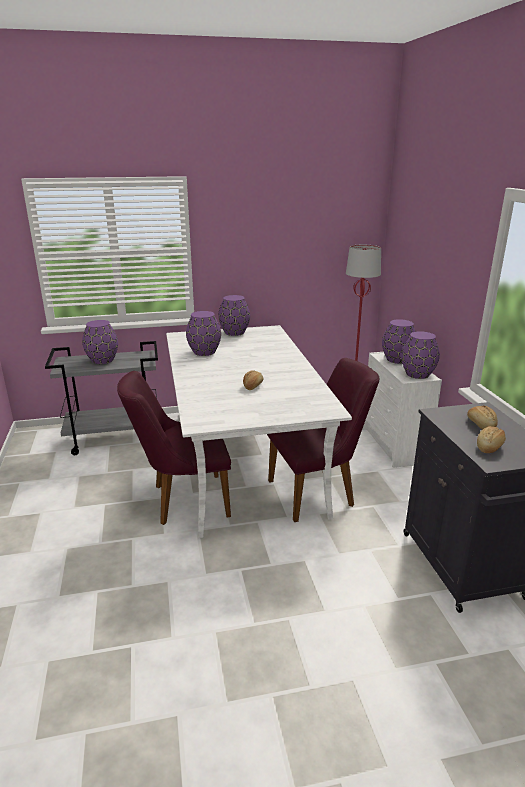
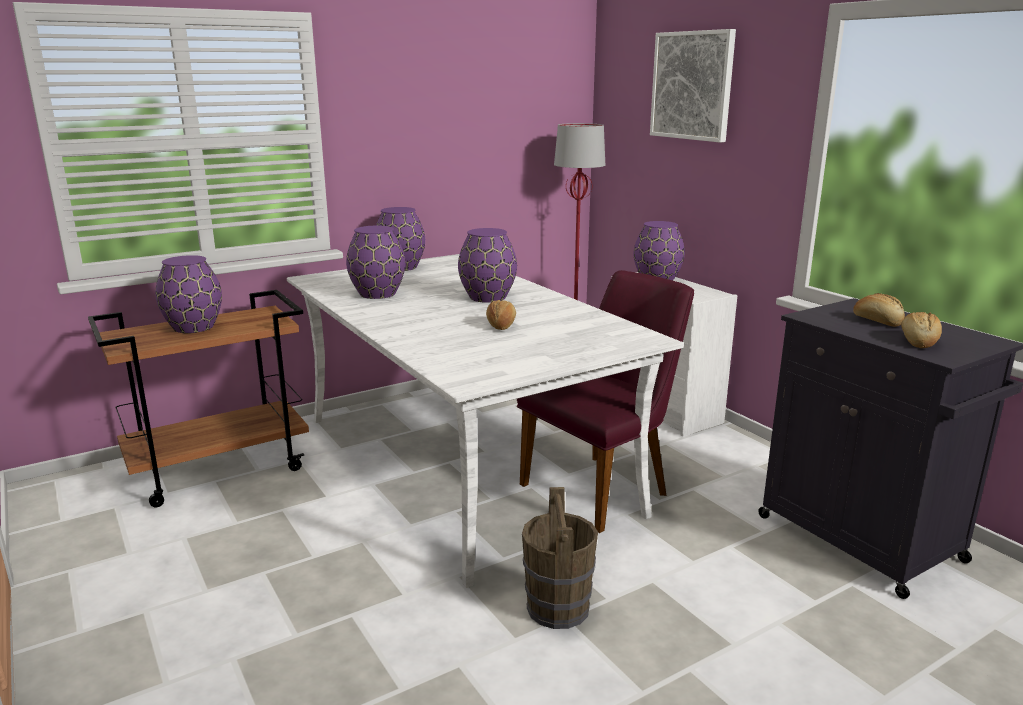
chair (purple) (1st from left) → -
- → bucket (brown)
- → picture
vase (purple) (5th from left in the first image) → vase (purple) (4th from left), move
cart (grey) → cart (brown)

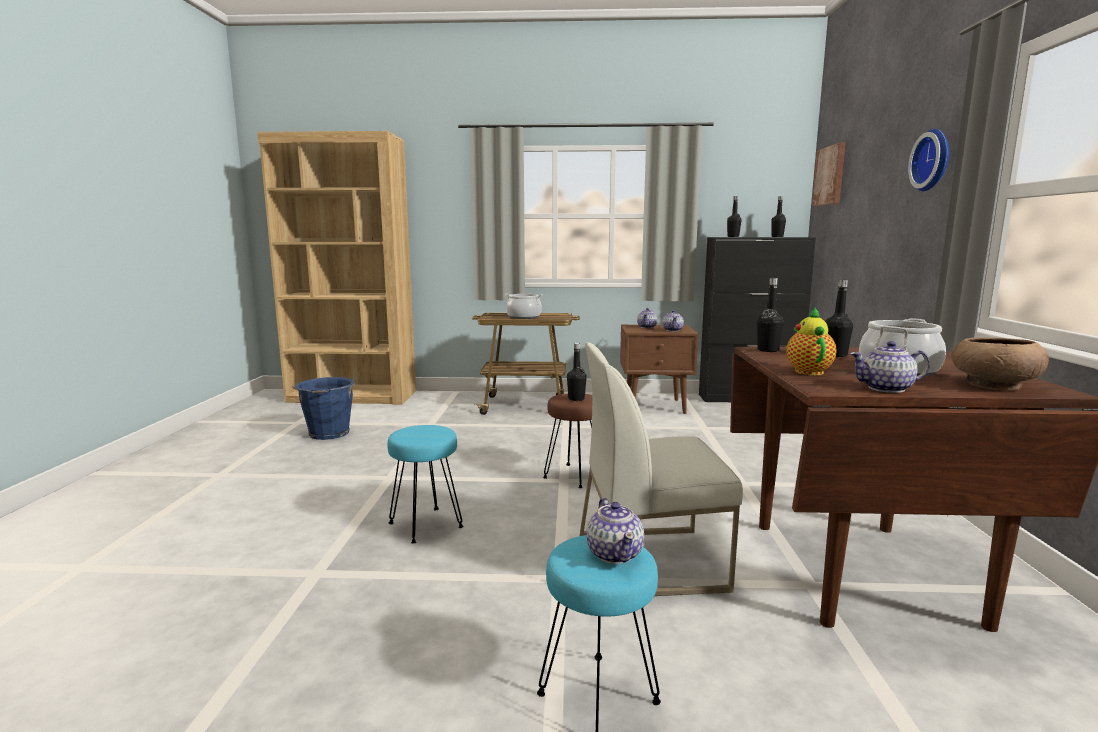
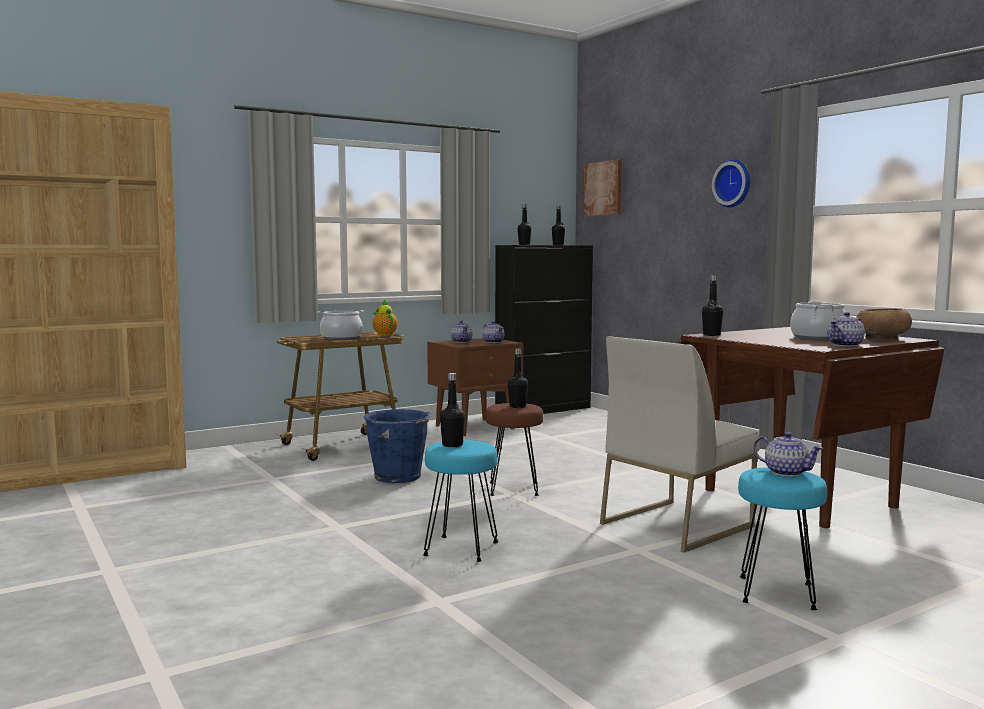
bucket (blue), move
teapot (4th from left in the first image) → teapot (1st from left), move
bottle (black) (5th from left in the first image) → bottle (black) (1st from left), move

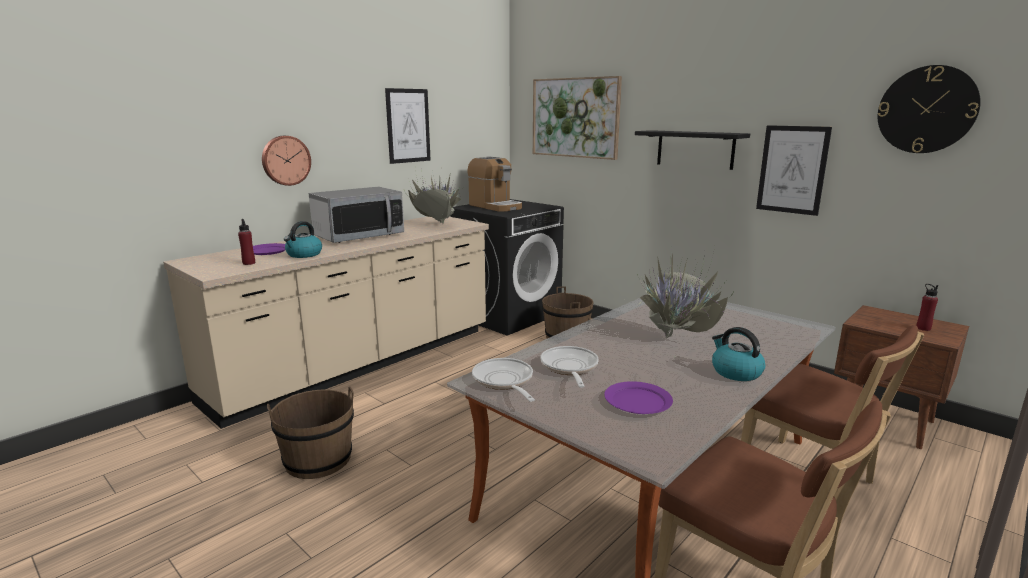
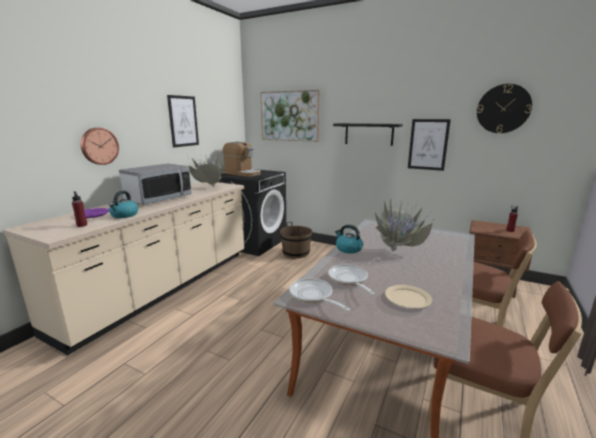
bucket (brown) (1st from left) → -
kettle (2nd from left), move
plate (purple) (2nd from left) → plate (beige)

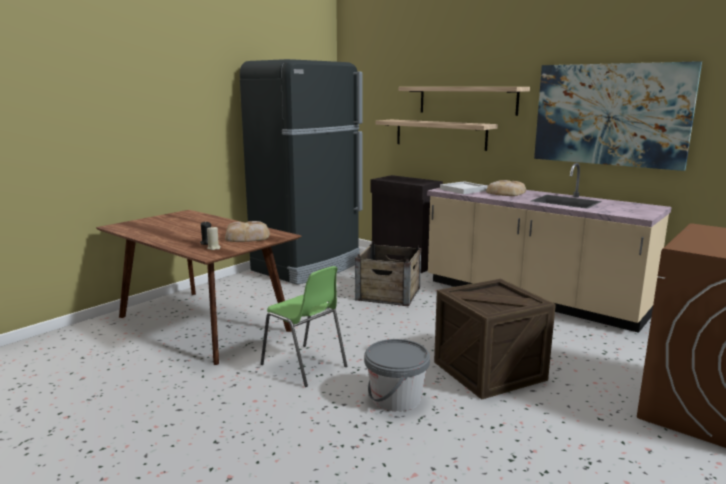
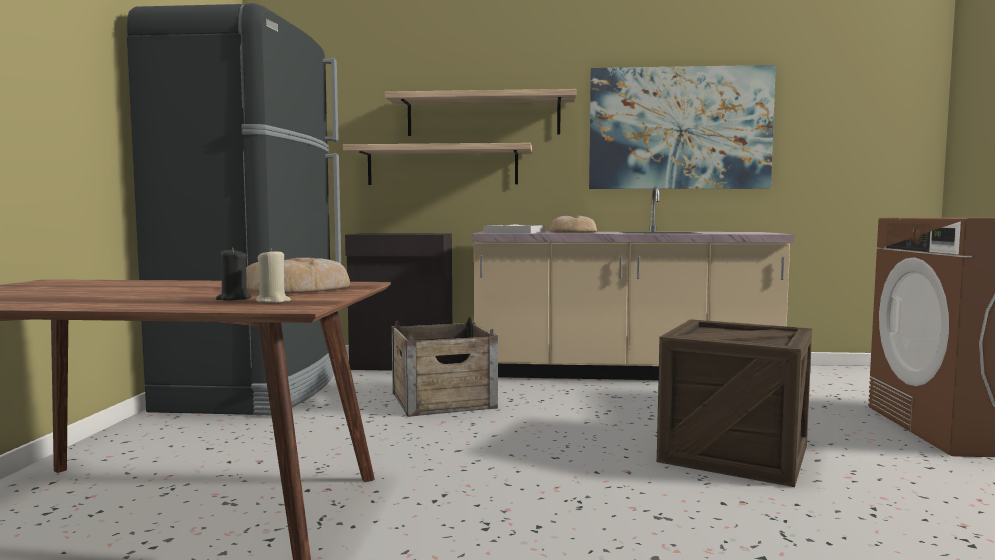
chair (green) → -
bucket (grey) → -

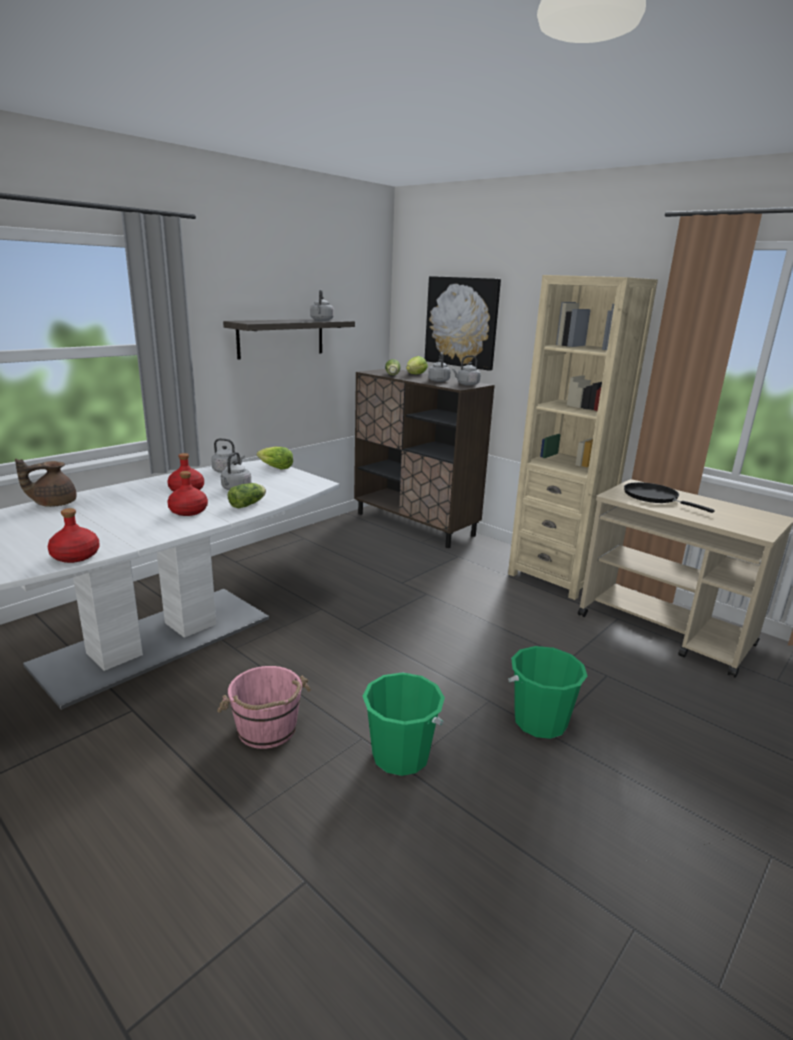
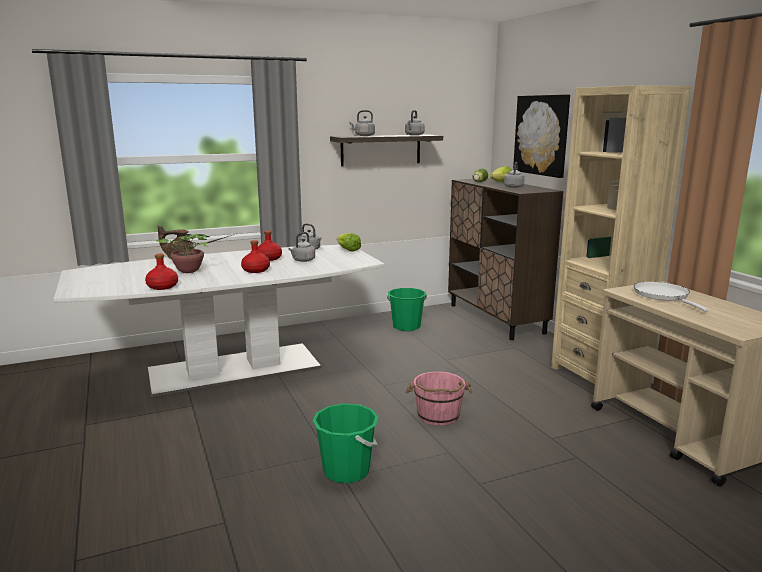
lettuce (1st from left) → -
- → potted plant
bucket (pink), move
kettle (grey) (5th from left in the first image) → kettle (grey) (3rd from left), move
bucket (green) (2nd from left), move
frying pan (black) → frying pan (white)

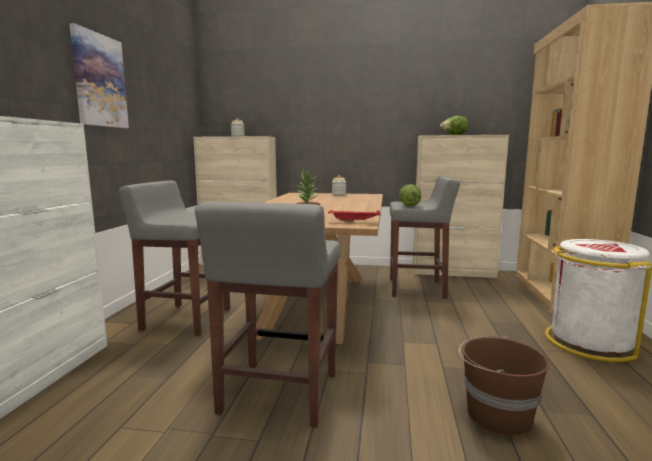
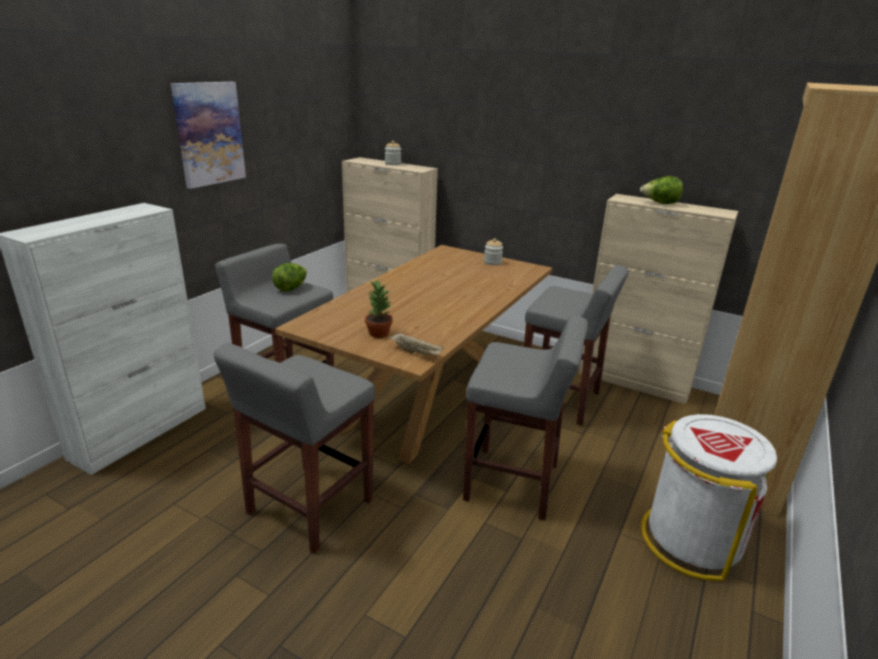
bucket (brown) → -
- → stool (grey) (3rd from left)
lettuce (1st from left), move
tray (red) → tray (beige)

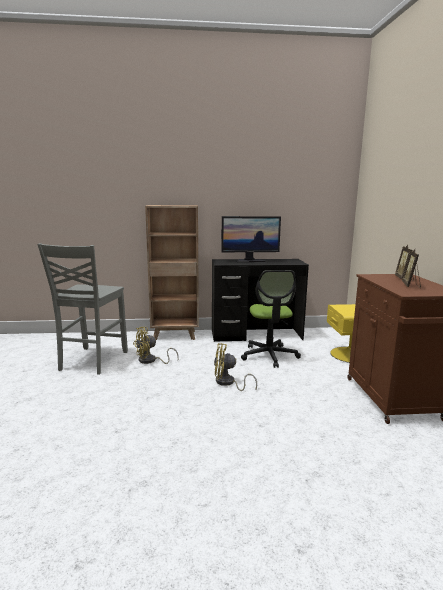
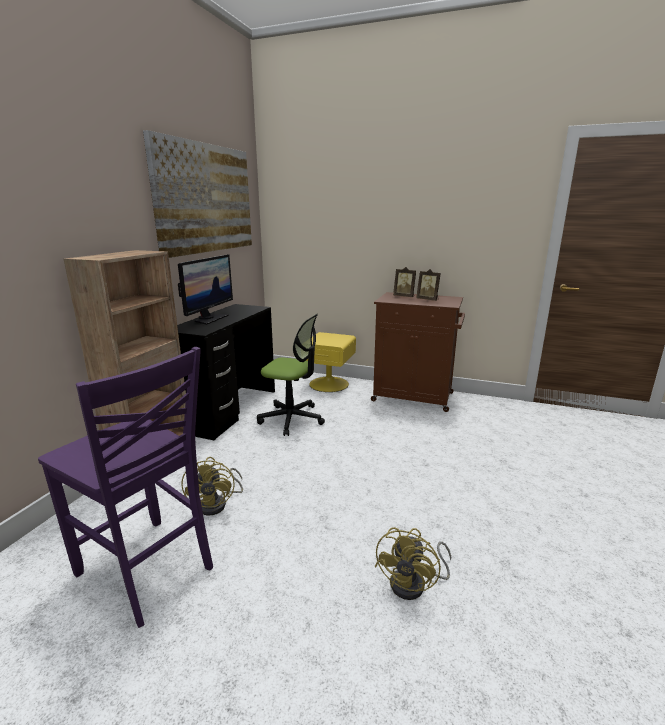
- → picture
fan (yellow) (2nd from left), move
chair (grey) → chair (purple)

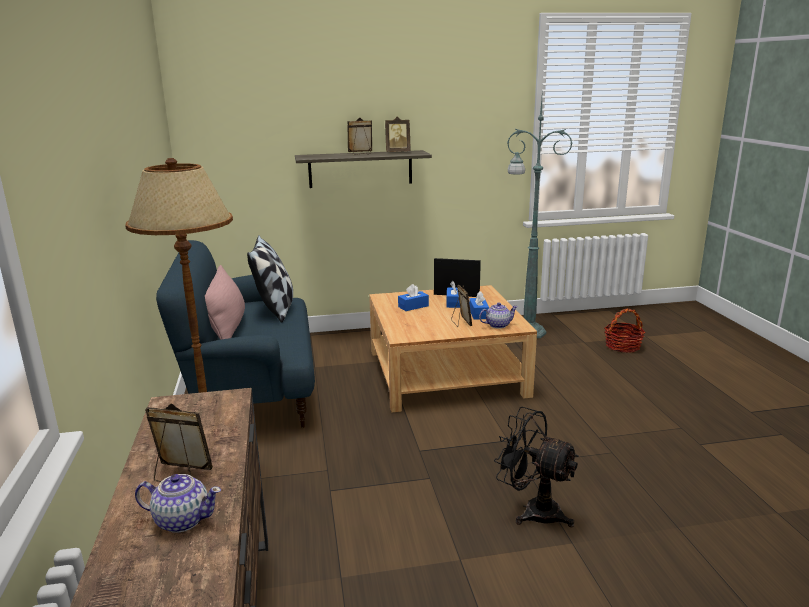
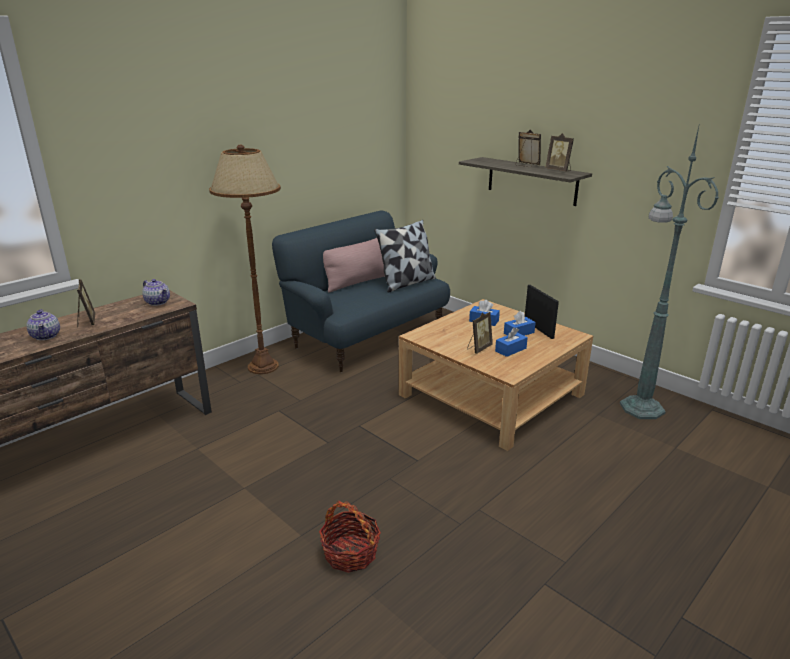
fan (black) → -
teapot (2nd from left), move
basket, move

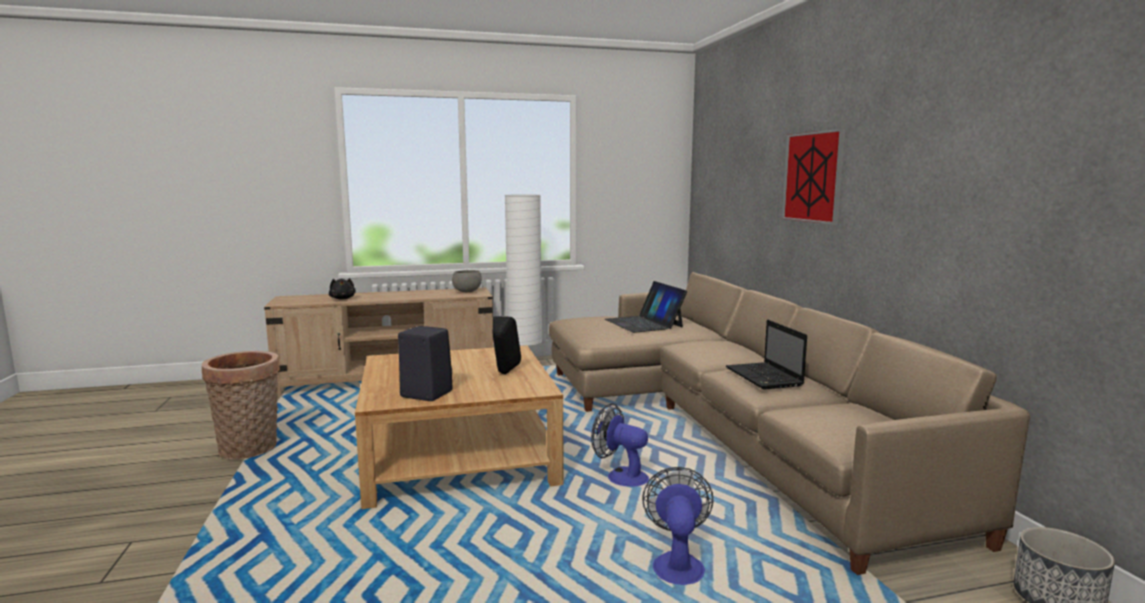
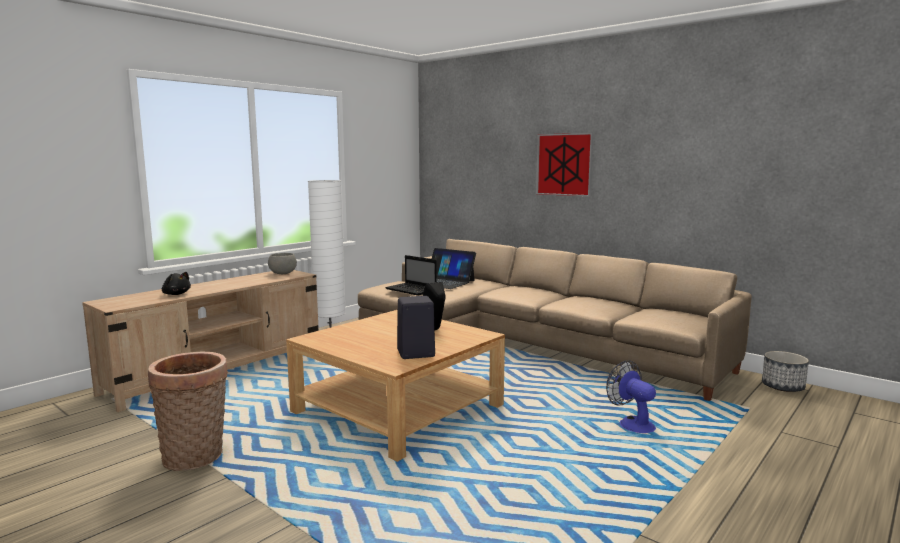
fan (1st from left) → -
laptop (2nd from left in the first image) → laptop (1st from left), move

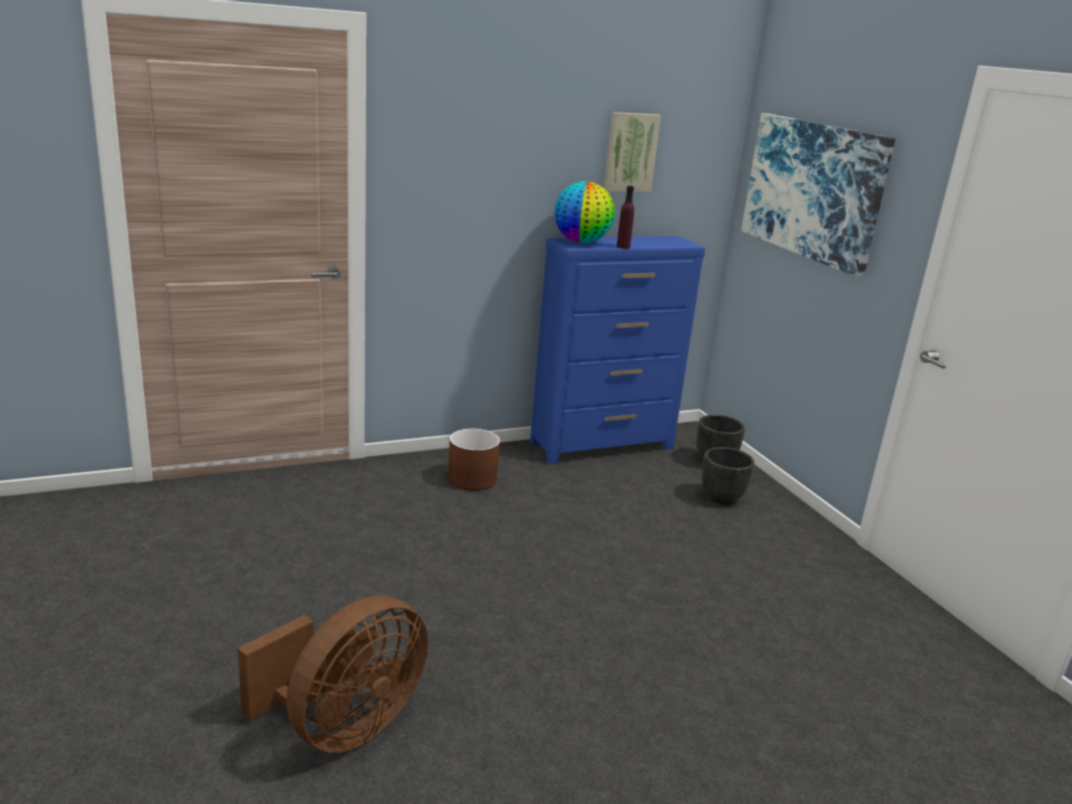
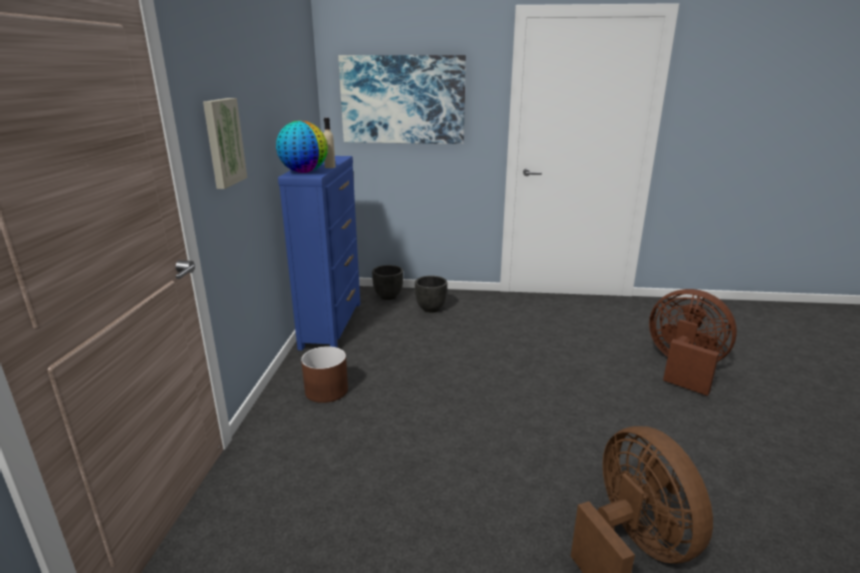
- → fan (brown) (2nd from left)
picture (1st from left), move
bottle (purple) → bottle (beige)

